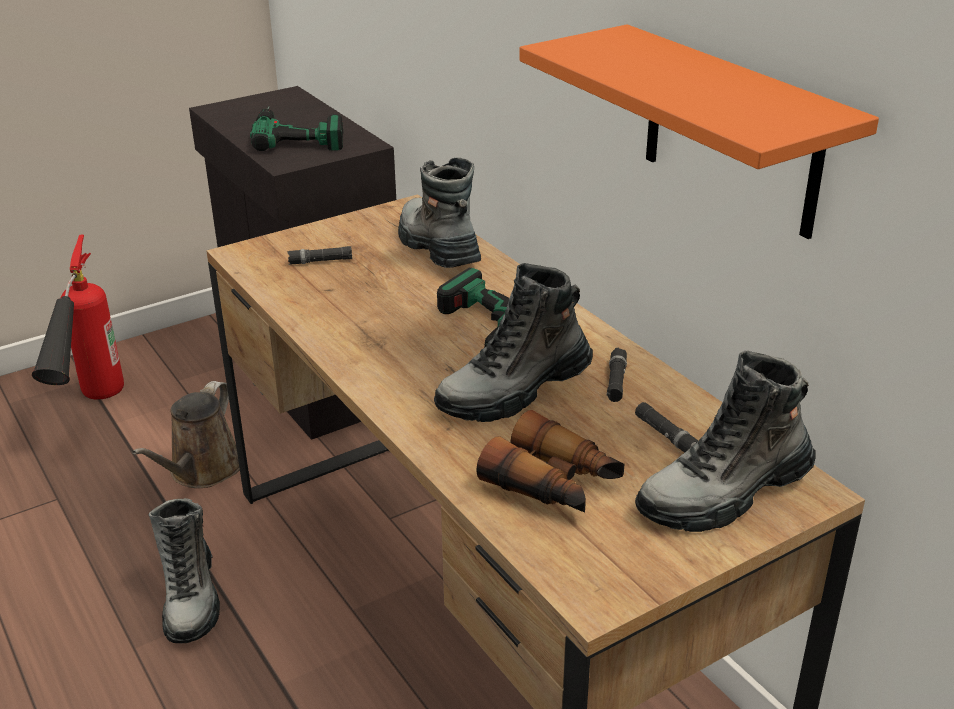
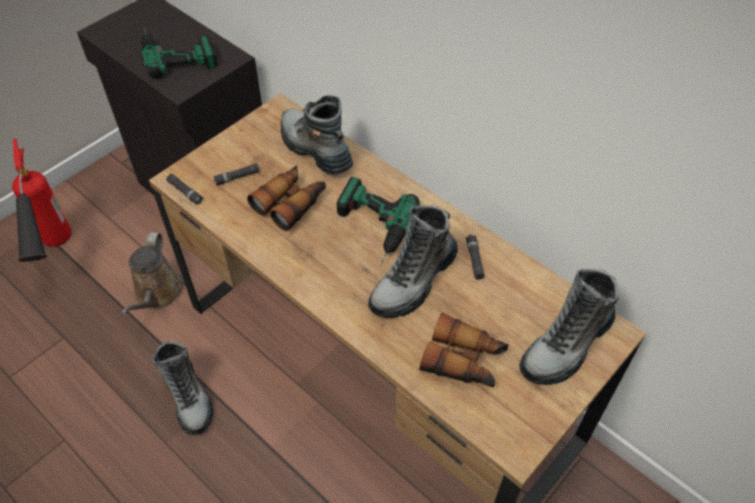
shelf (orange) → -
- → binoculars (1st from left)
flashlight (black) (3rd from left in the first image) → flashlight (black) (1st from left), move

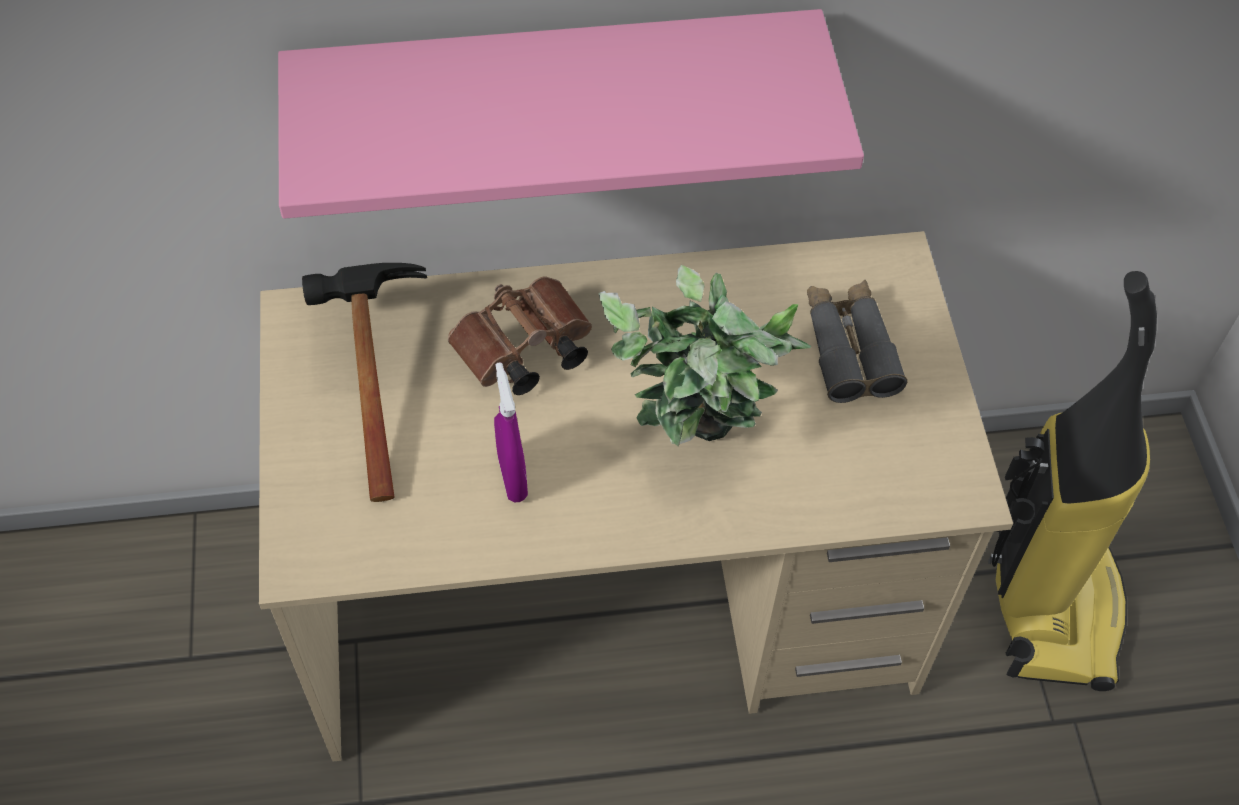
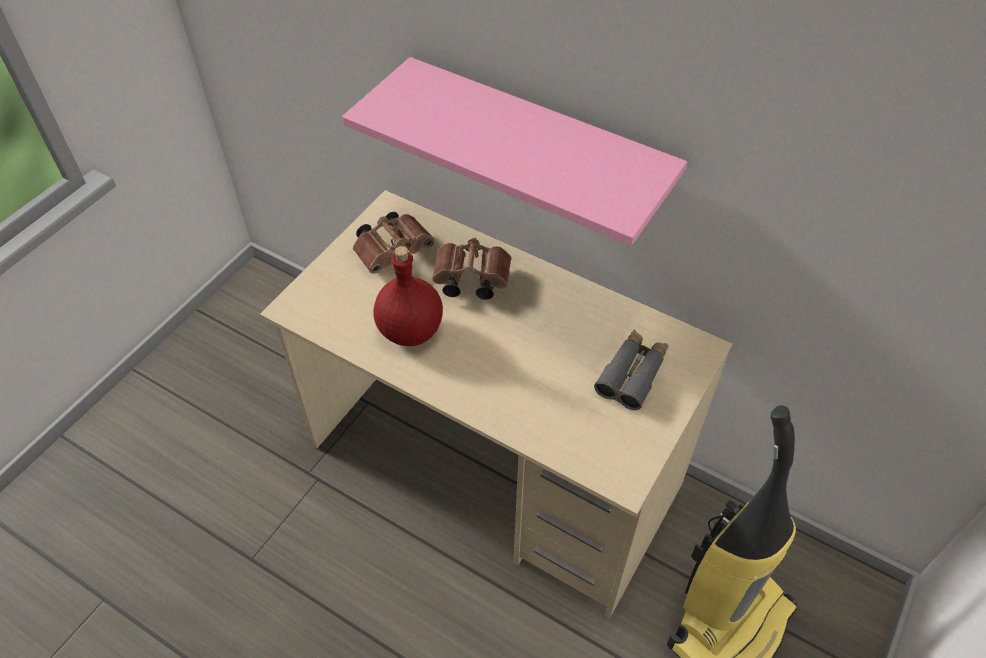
potted plant → -
hammer → binoculars (brown) (1st from left)
spray bottle (purple) → bottle (red)

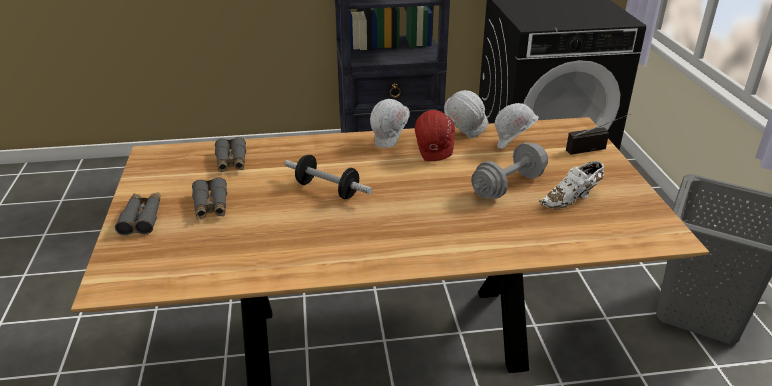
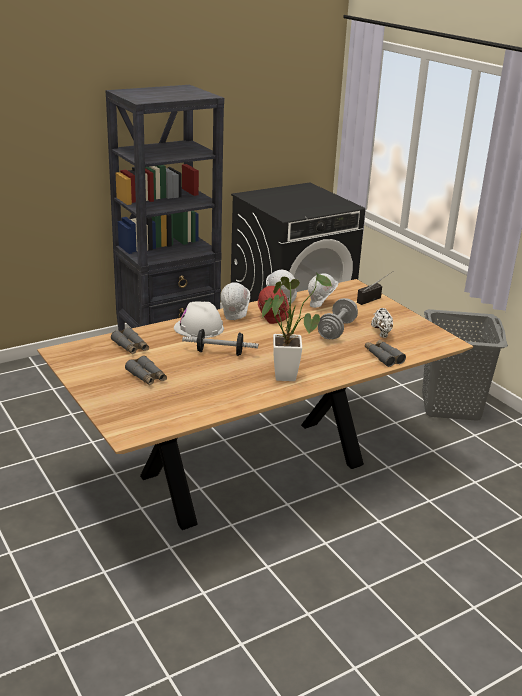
- → hard hat (white) (1st from left)
- → potted plant
binoculars (grey) (1st from left in the first image) → binoculars (grey) (3rd from left), move
shoe (white), 135 degrees clockwise

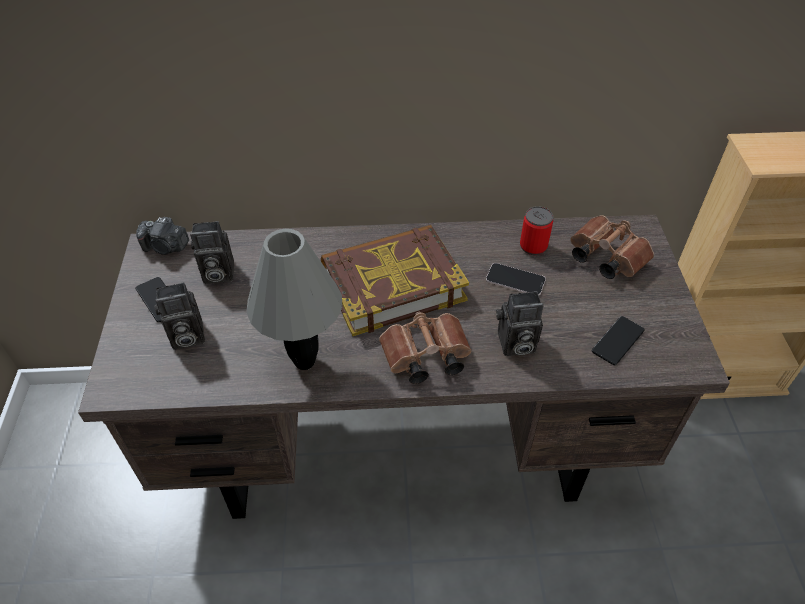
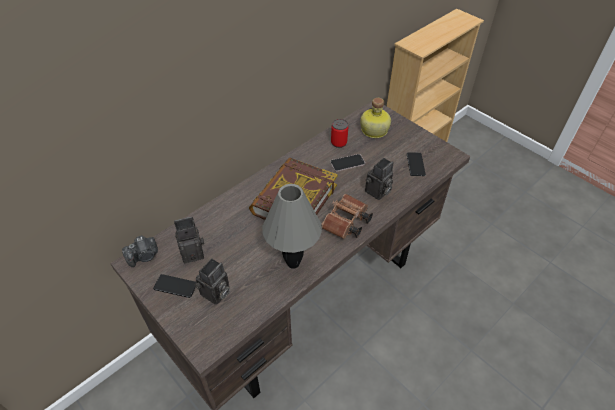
binoculars (brown) (2nd from left) → bottle
photo camera (3rd from left in the first image) → photo camera (2nd from left), 150 degrees counterclockwise

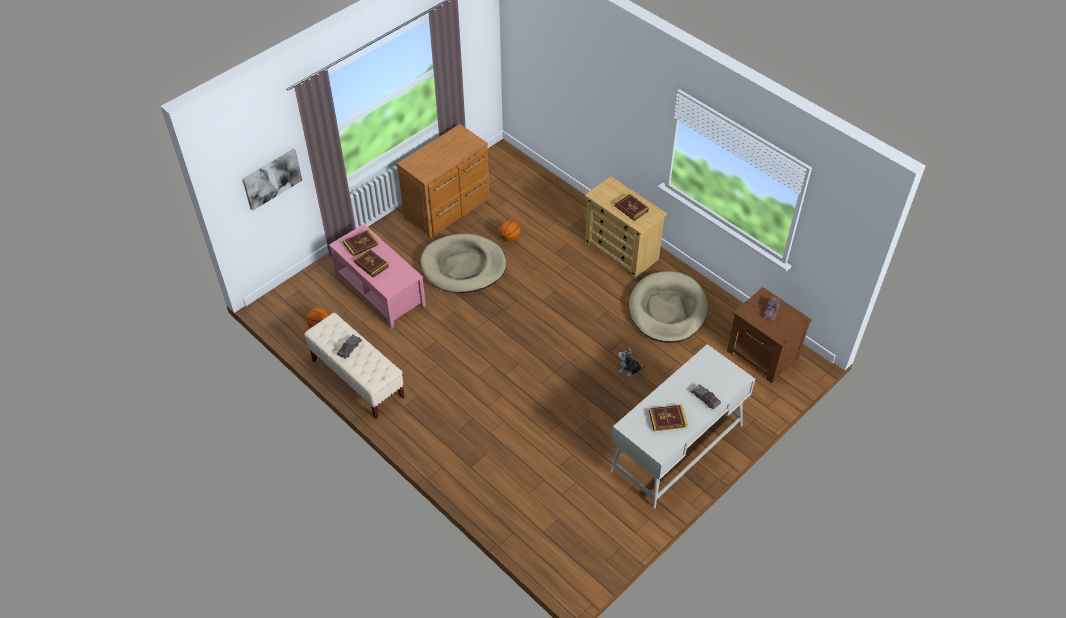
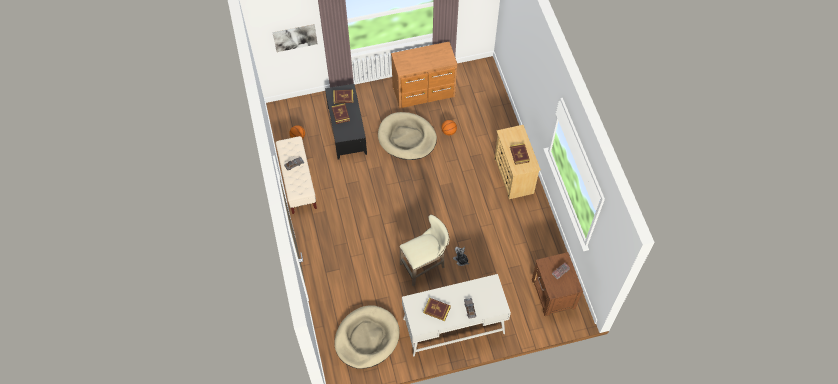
- → stool (beige)
dog bed (beige) (2nd from left in the first image) → dog bed (beige) (1st from left), move
coffee table (pink) → coffee table (black)

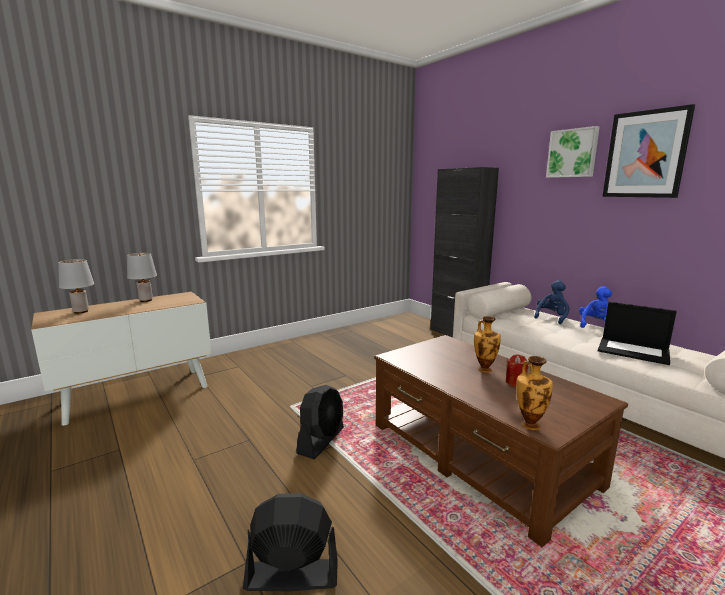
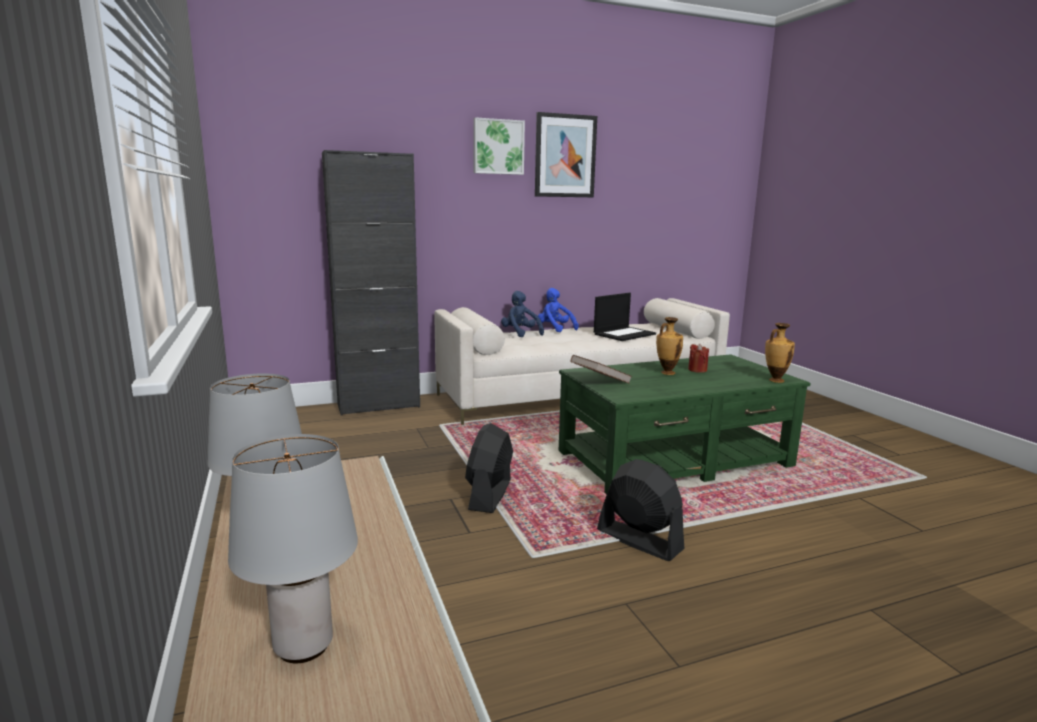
- → book (brown)
fan (black) (1st from left), move
coffee table (brown) → coffee table (green)

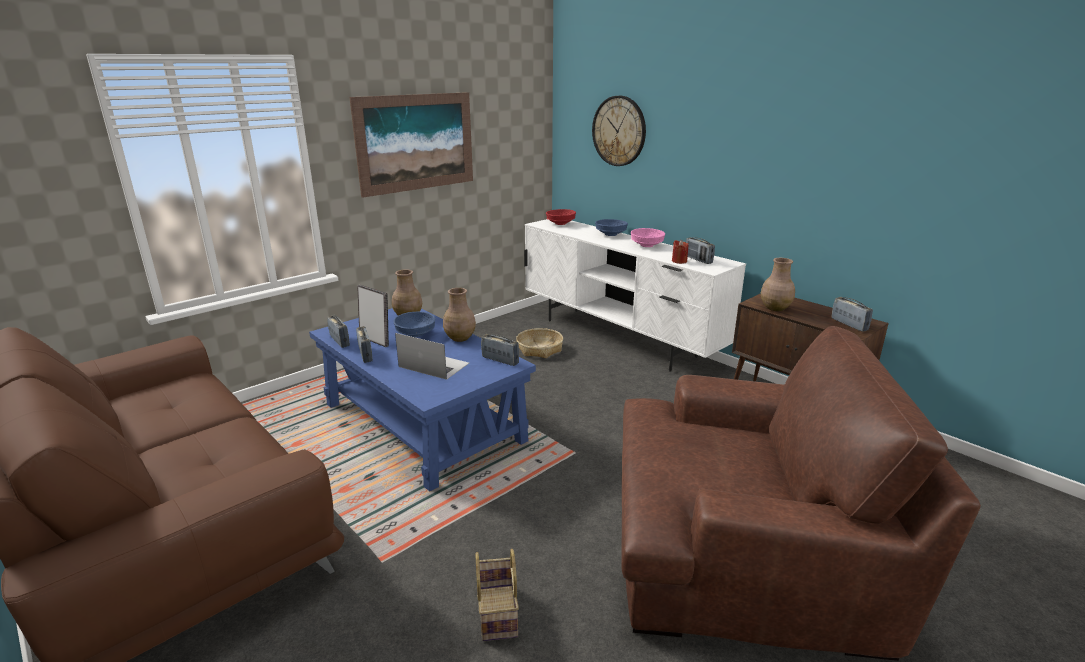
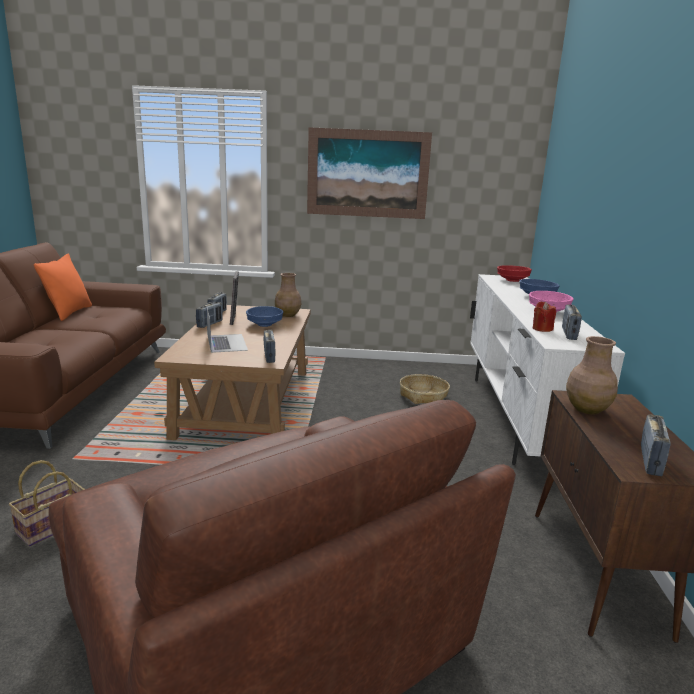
vase (brown) (2nd from left) → -
wall clock → -
- → pillow (orange)
coffee table (blue) → coffee table (brown)

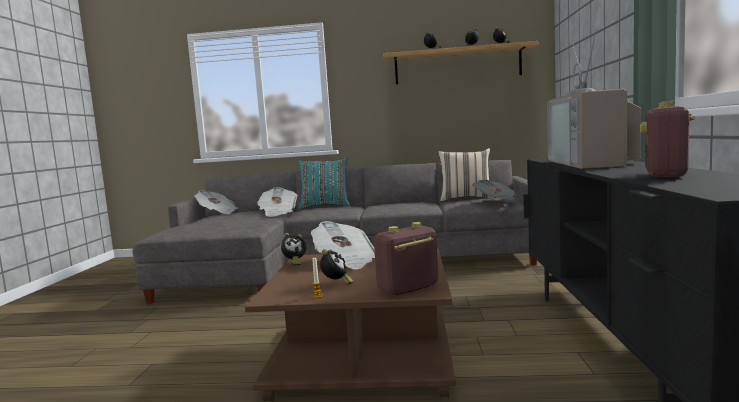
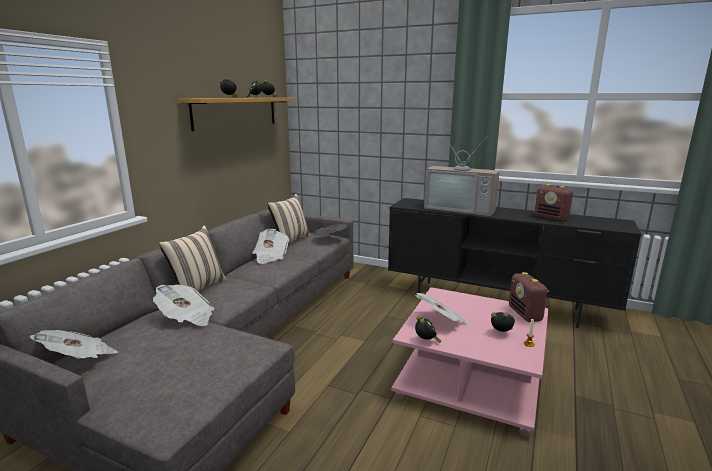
- → newspaper (3rd from left)
coffee table (brown) → coffee table (pink)
pillow (turquoise) → pillow (beige) (1st from left)

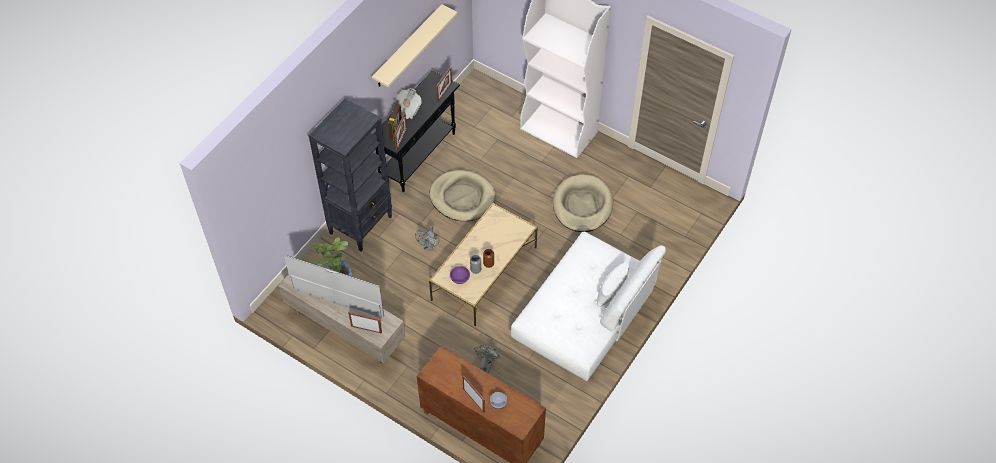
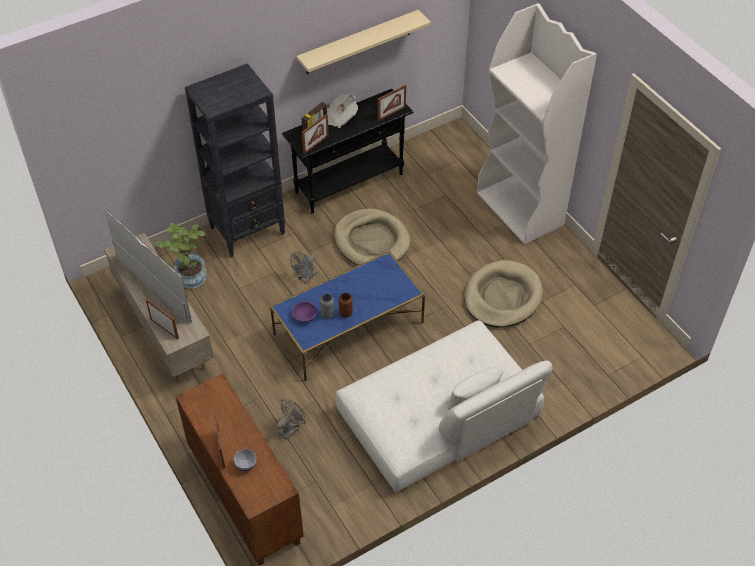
coffee table (beige) → coffee table (blue)

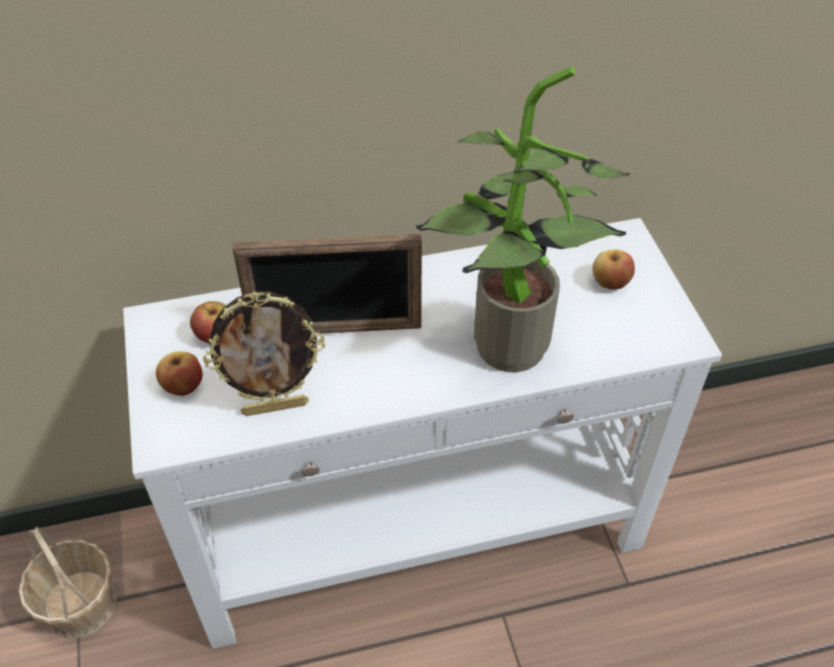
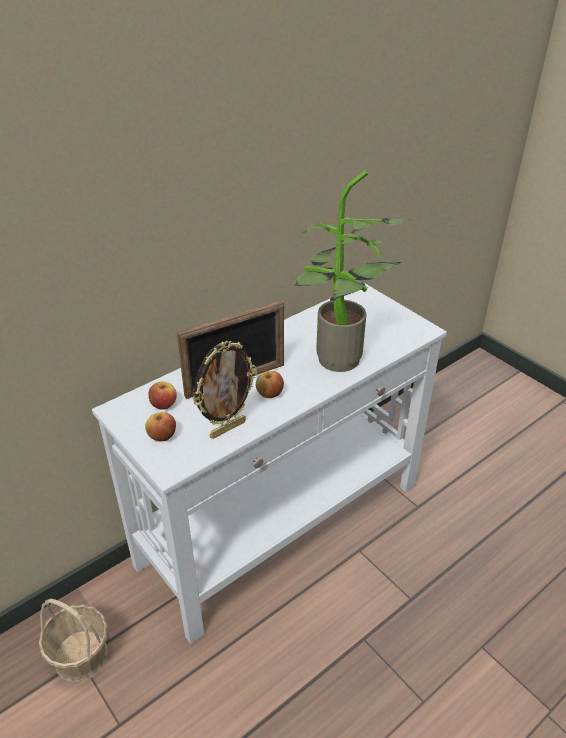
apple (3rd from left), move

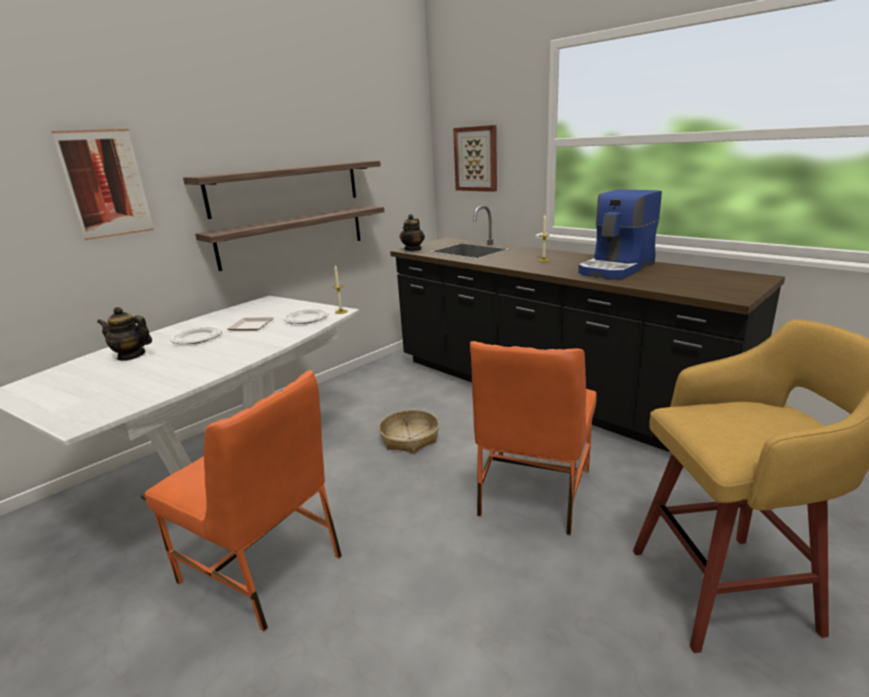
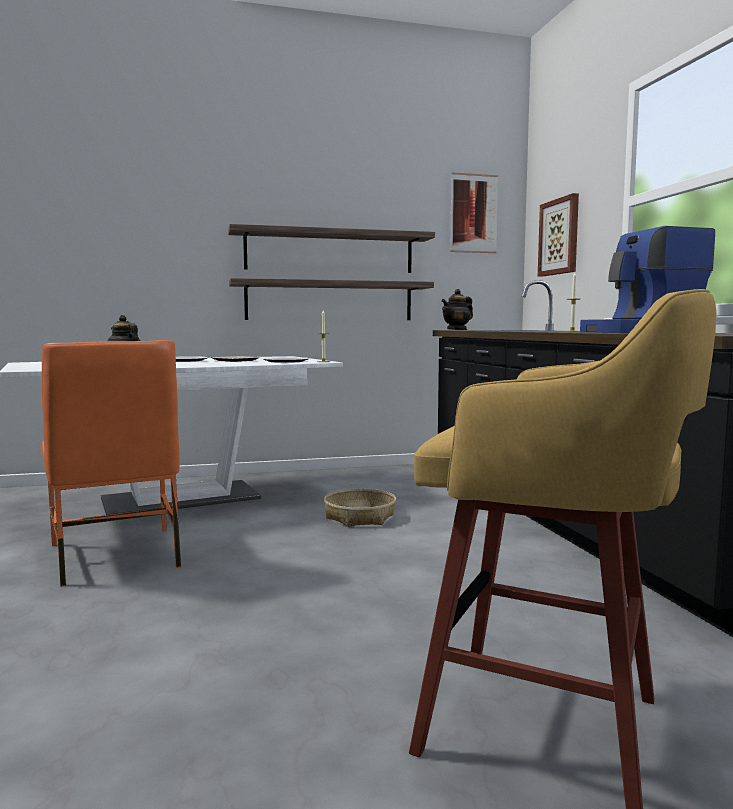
chair (orange) (2nd from left) → -
picture (1st from left), move

